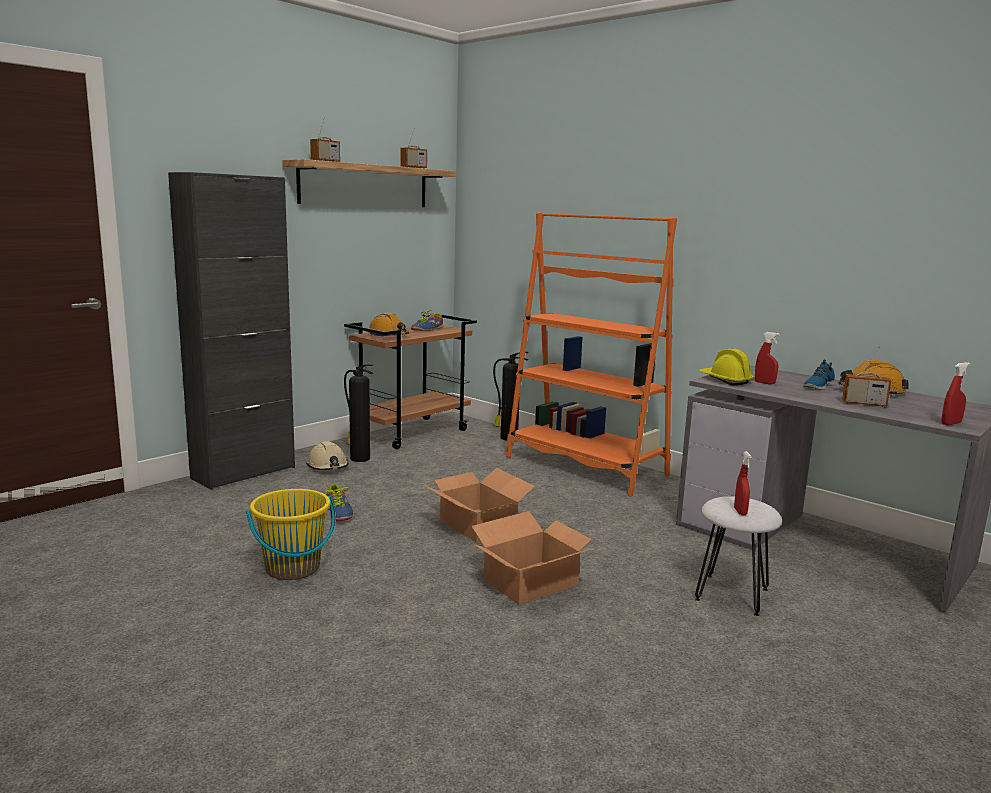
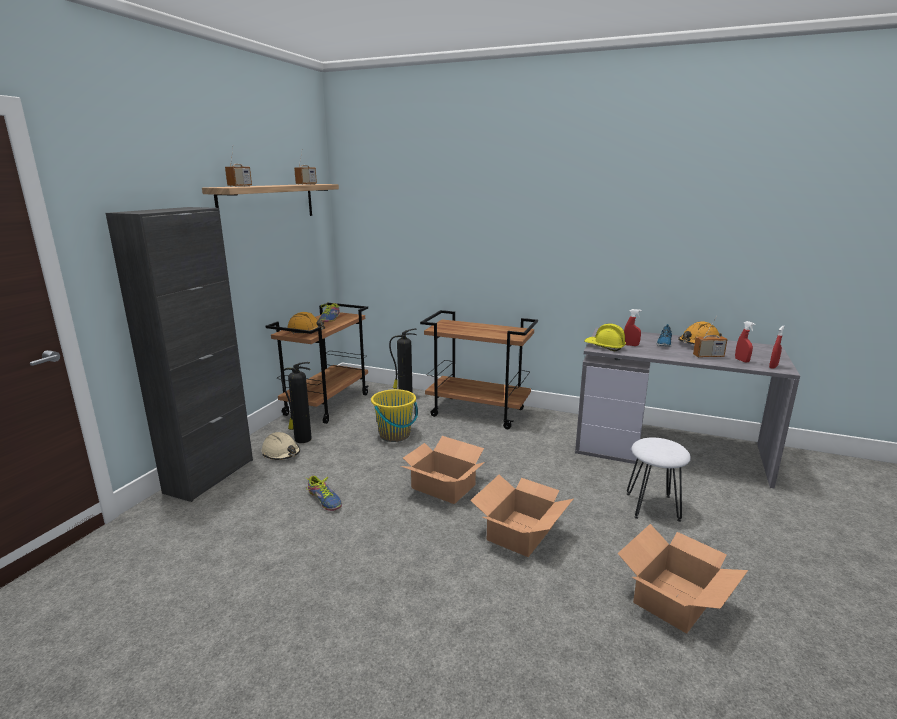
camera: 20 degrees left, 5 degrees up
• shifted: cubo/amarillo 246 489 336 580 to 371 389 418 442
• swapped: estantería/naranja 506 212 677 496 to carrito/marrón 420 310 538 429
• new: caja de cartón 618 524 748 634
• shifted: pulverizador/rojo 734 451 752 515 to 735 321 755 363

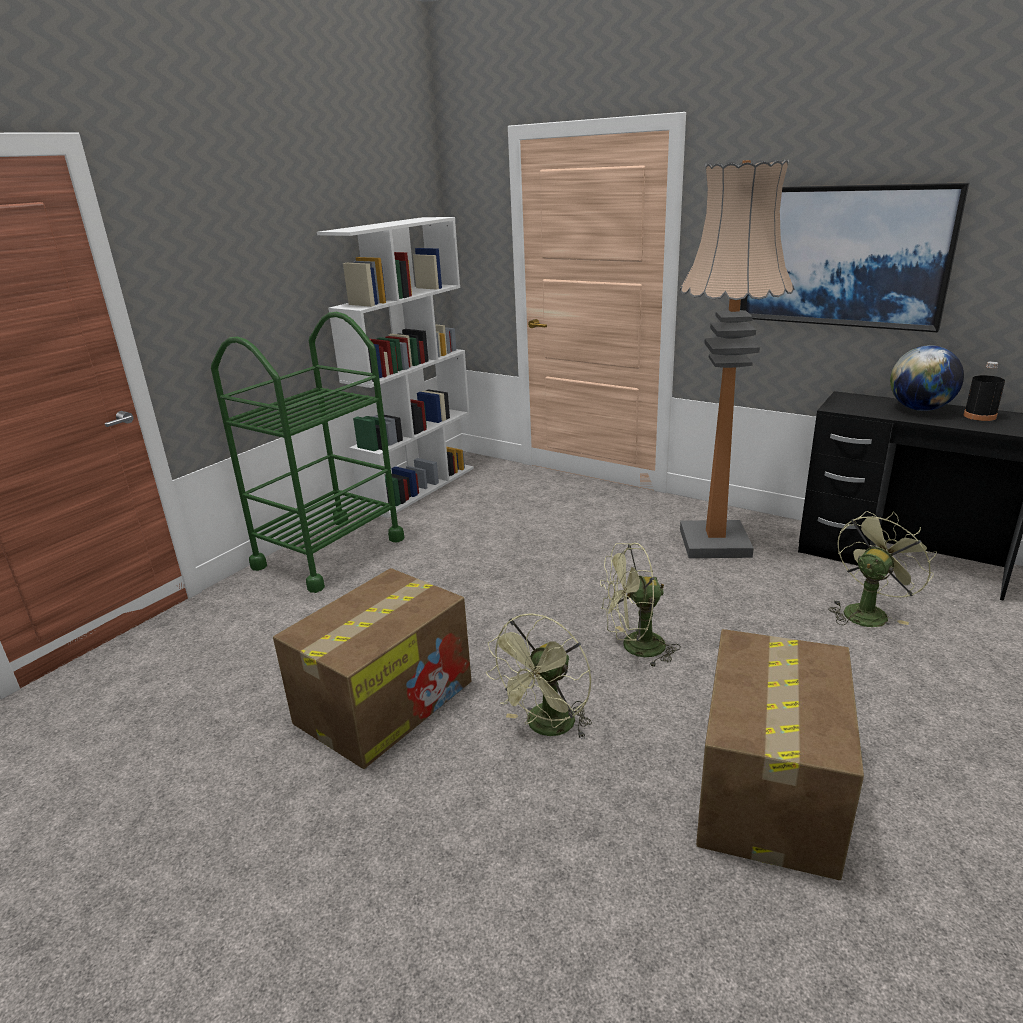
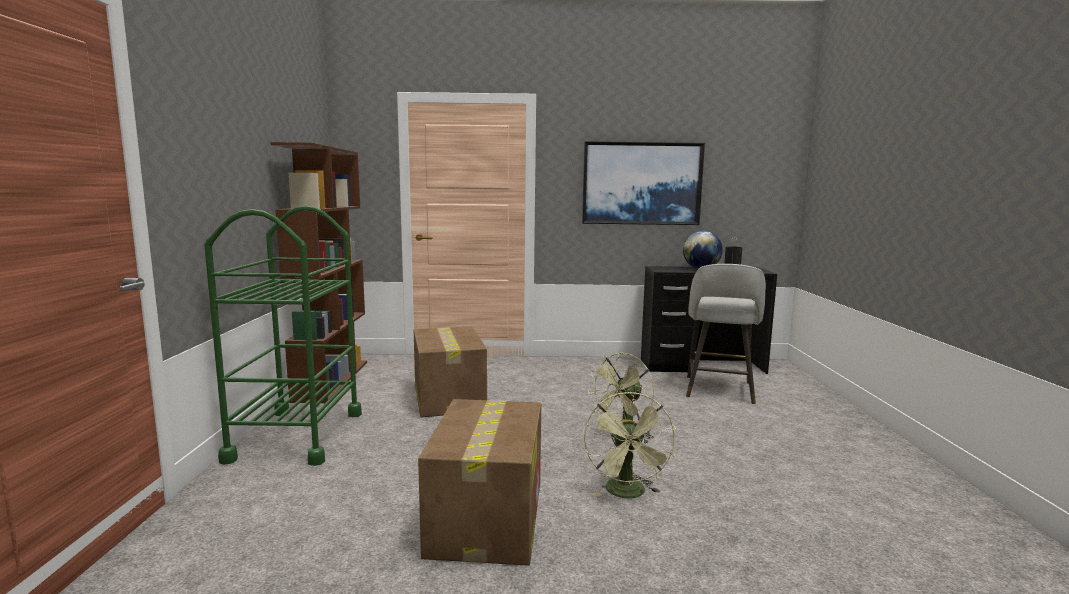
camera: 35 degrees left, 15 degrees down
• repainted: estantería/blanco 317 217 474 518 to estantería/marrón 271 142 367 403
• shifted: caja de cartón 696 629 864 880 to 414 326 487 418
• swapped: ventilador/verde 828 511 937 627 to taburete/gris 686 264 766 405
• gone: lámpara de pie 680 160 795 558

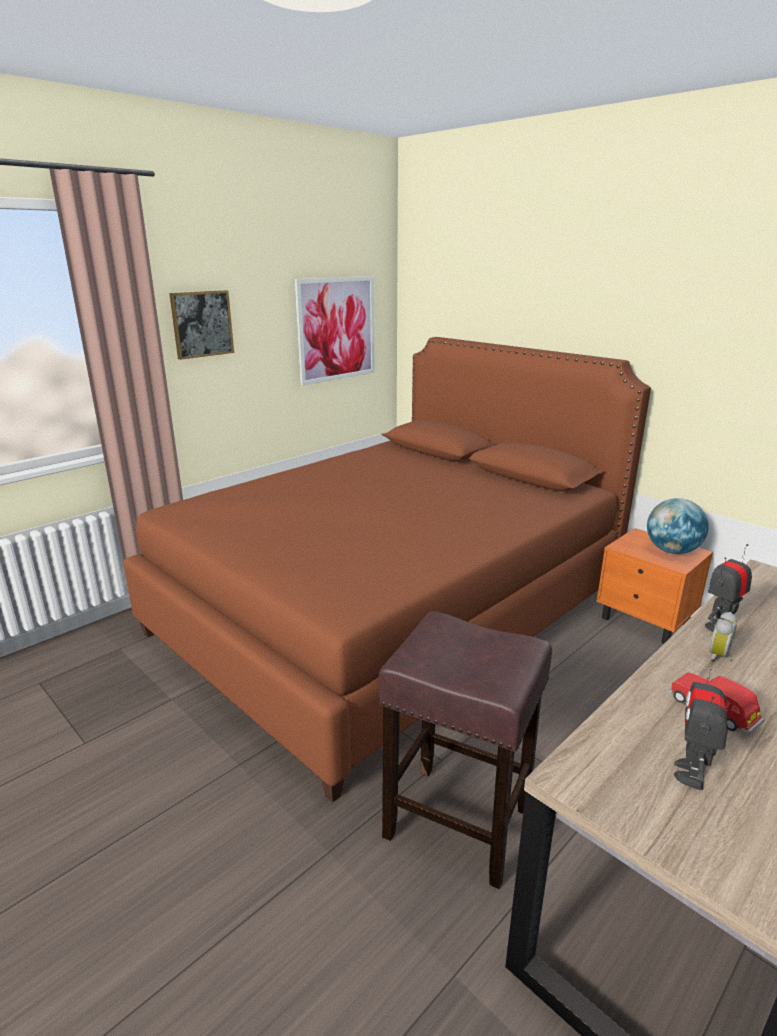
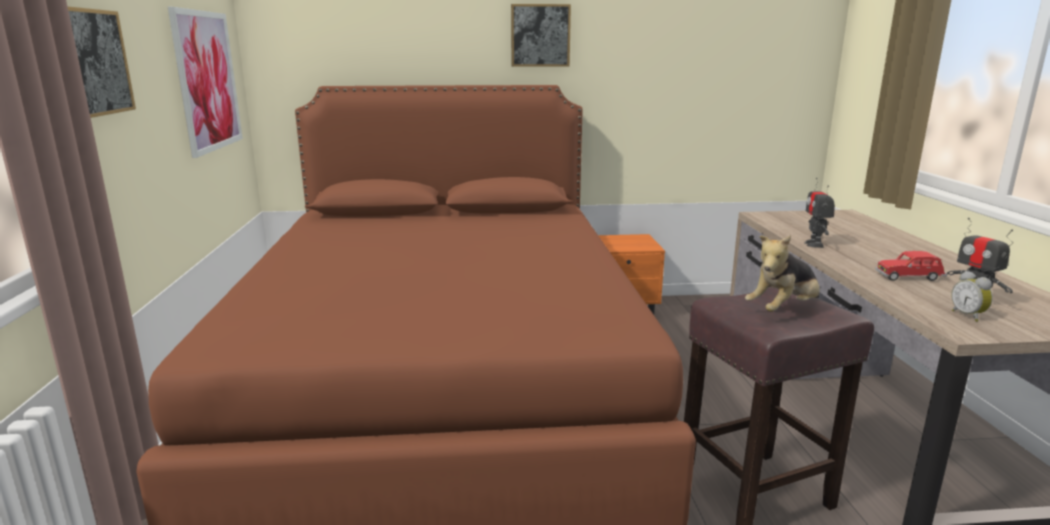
camera: 50 degrees left, 5 degrees down
• new: cuadro 511 4 571 67
• new: peluche 745 235 820 312
• shifted: despertador 709 612 737 663 to 951 271 993 322
• gone: globo terráqueo 647 498 709 554

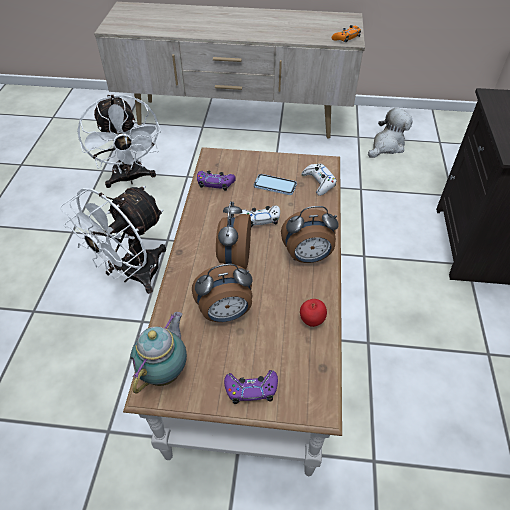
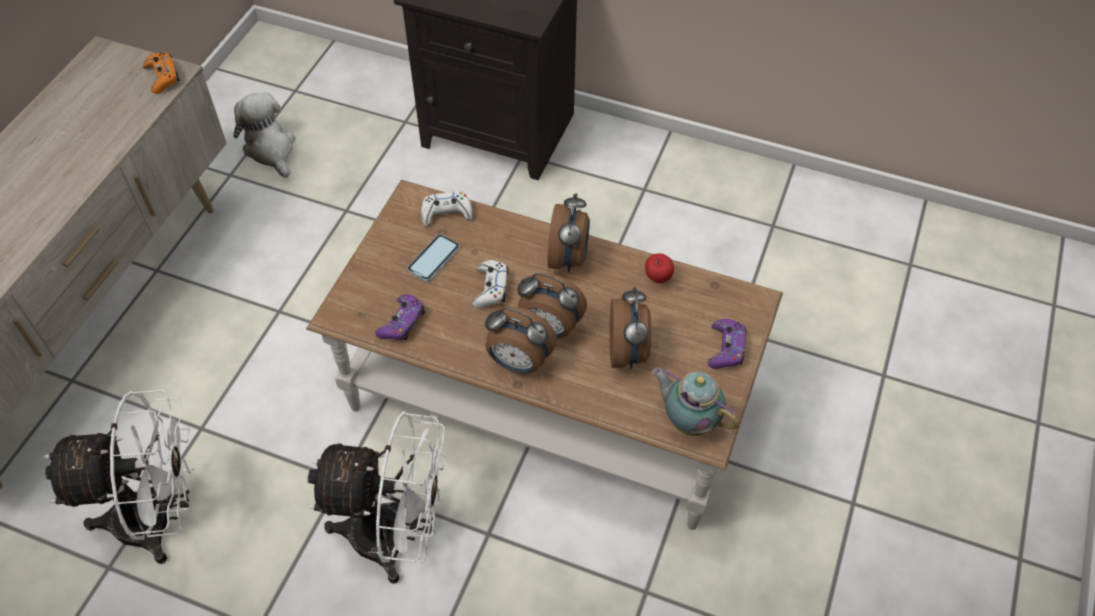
camera: 75 degrees left, 5 degrees up
• rotated: ventilador/blanco 60 186 166 294 = 308 411 446 584 45 degrees counterclockwise
• new: despertador 485 307 557 373

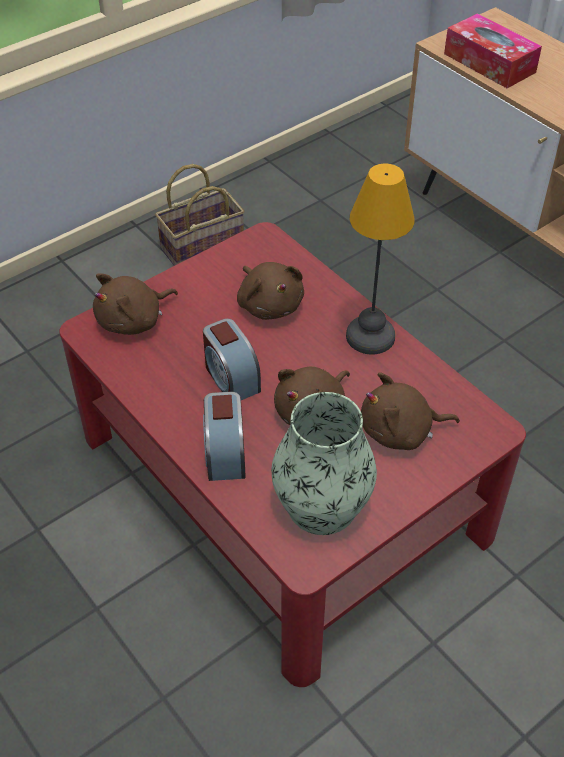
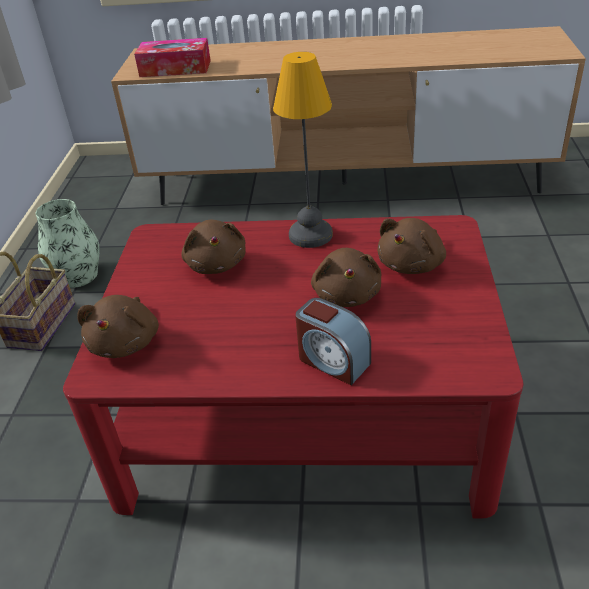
camera: 45 degrees left, 10 degrees down
• shifted: florero 271 392 377 535 to 35 199 99 288
• rotated: peluche/marrón 237 262 304 320 = 182 220 246 274 60 degrees clockwise
• gone: despertador 203 319 261 400

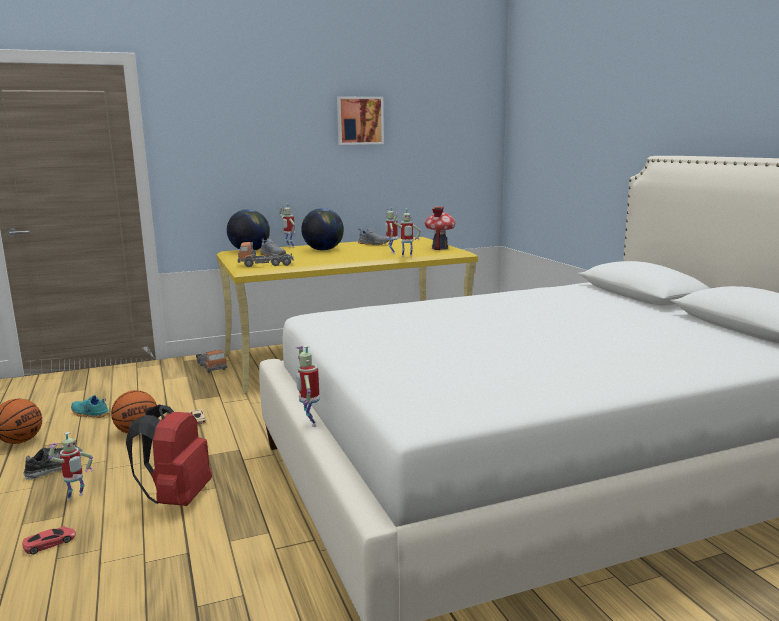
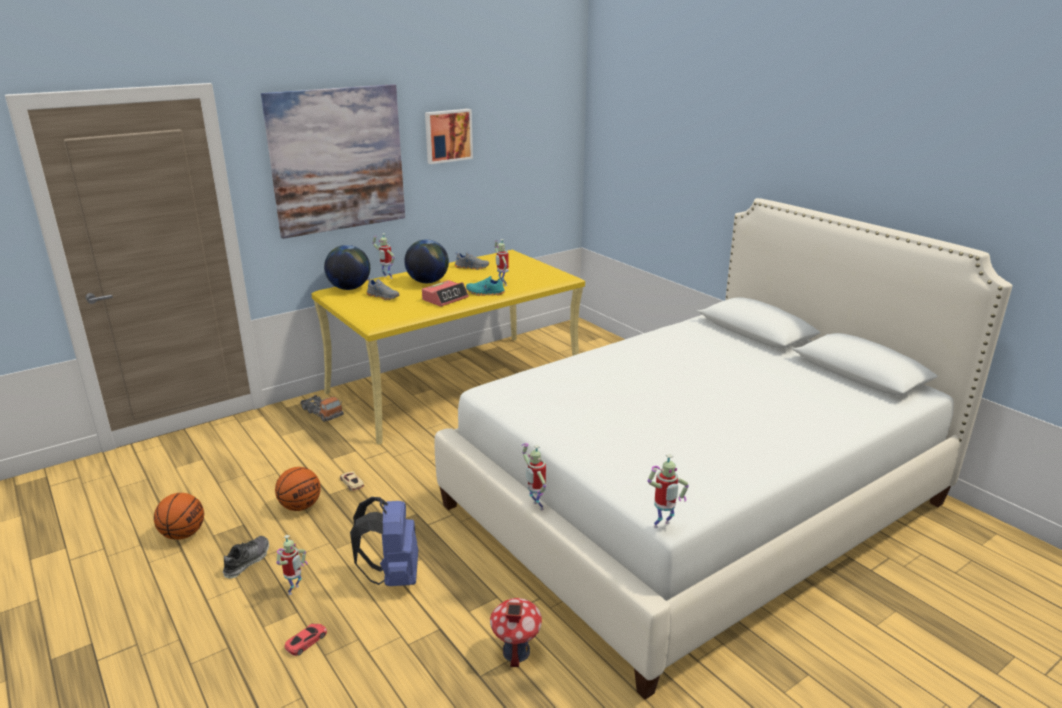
camera: 15 degrees left, 10 degrees up
• new: cuadro 261 84 405 239
• repainted: mochila/rojo 126 404 212 506 to mochila/azul 350 497 418 586
• new: despertador 422 280 469 307
• shifted: zapato/turquesa 71 395 110 418 to 466 276 505 296
• shifted: casita 424 207 455 250 to 490 598 542 667
• shifted: robot de juguete 393 209 421 257 to 648 454 689 528
• gone: camión de juguete 237 242 294 267

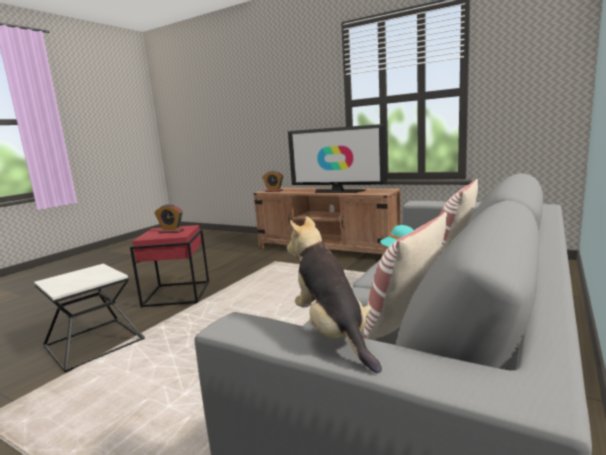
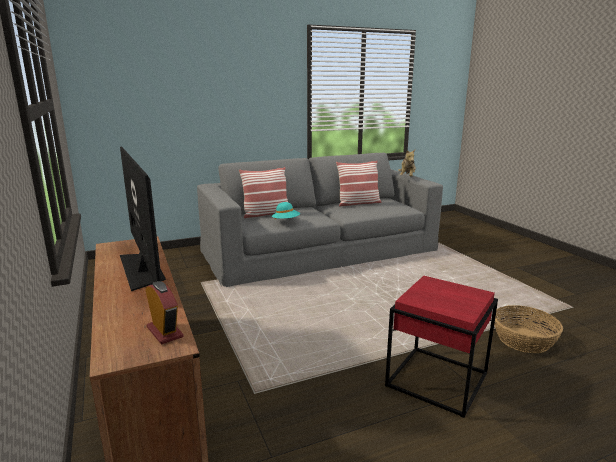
camera: 145 degrees left, 5 degrees up
• swapped: mesa auxiliar 34 264 145 373 to cesta 494 305 563 353
• gone: despertador 154 204 184 233

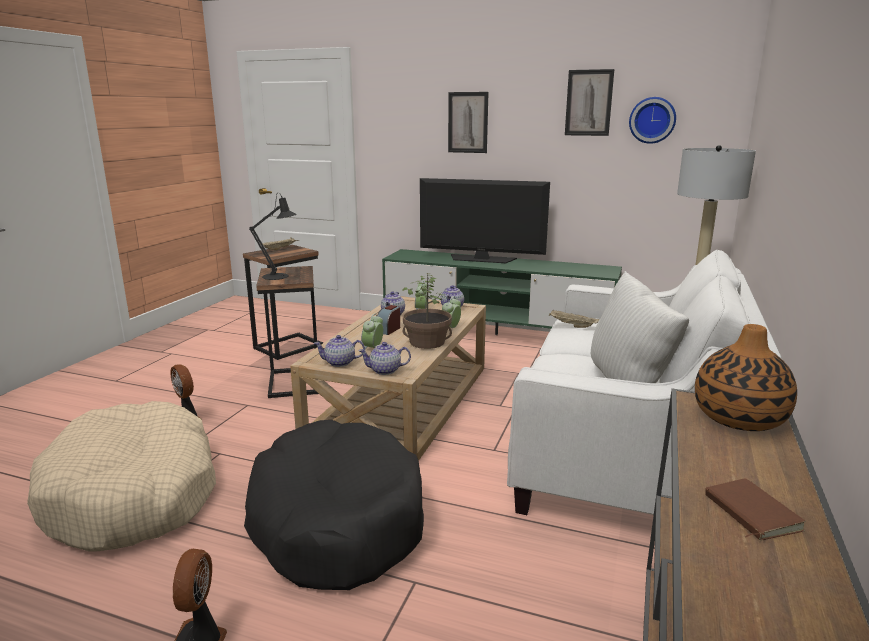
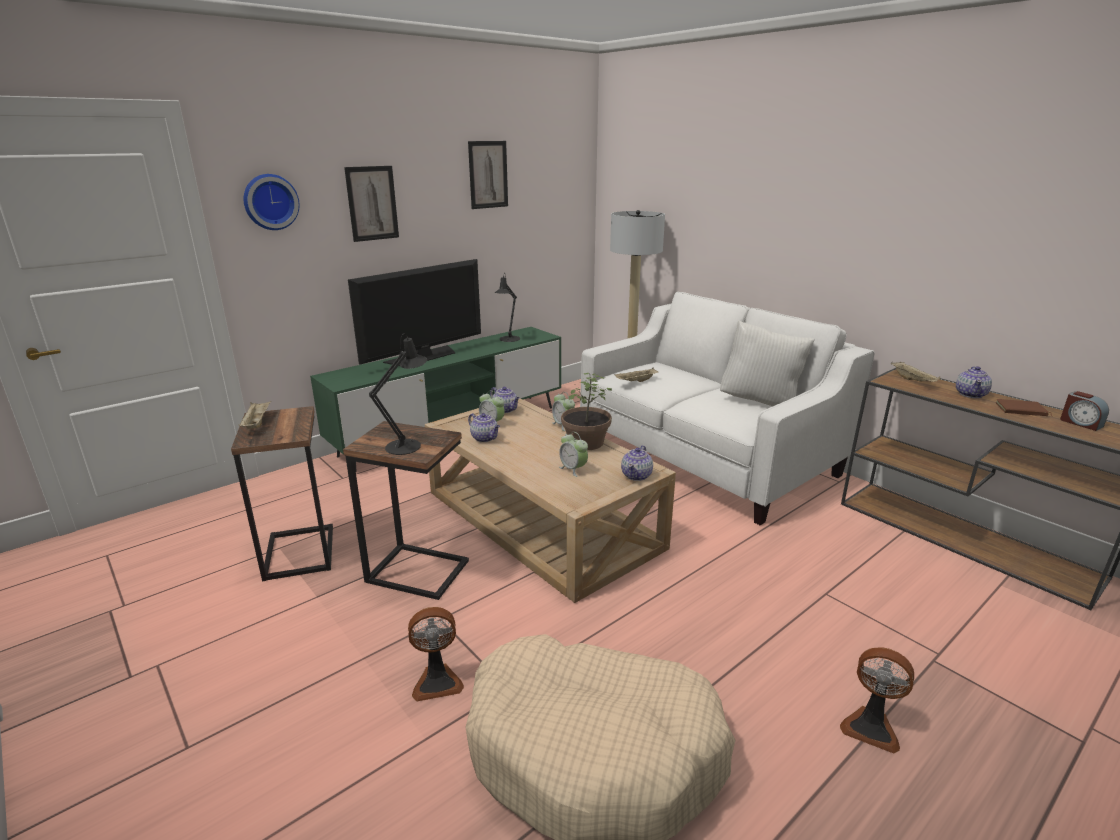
camera: 60 degrees left, 5 degrees up
• shifted: reloj de pared 629 97 676 144 to 244 174 300 230
• new: lámpara de mesa/negro 495 275 520 342
• swapped: florero 695 324 797 431 to bandeja/beis 891 362 940 382
• shifted: tetera 313 335 365 367 to 956 366 992 398
• shifted: despertador 377 305 400 335 to 1060 391 1109 431
• gone: cama para perro/negro 244 420 424 590

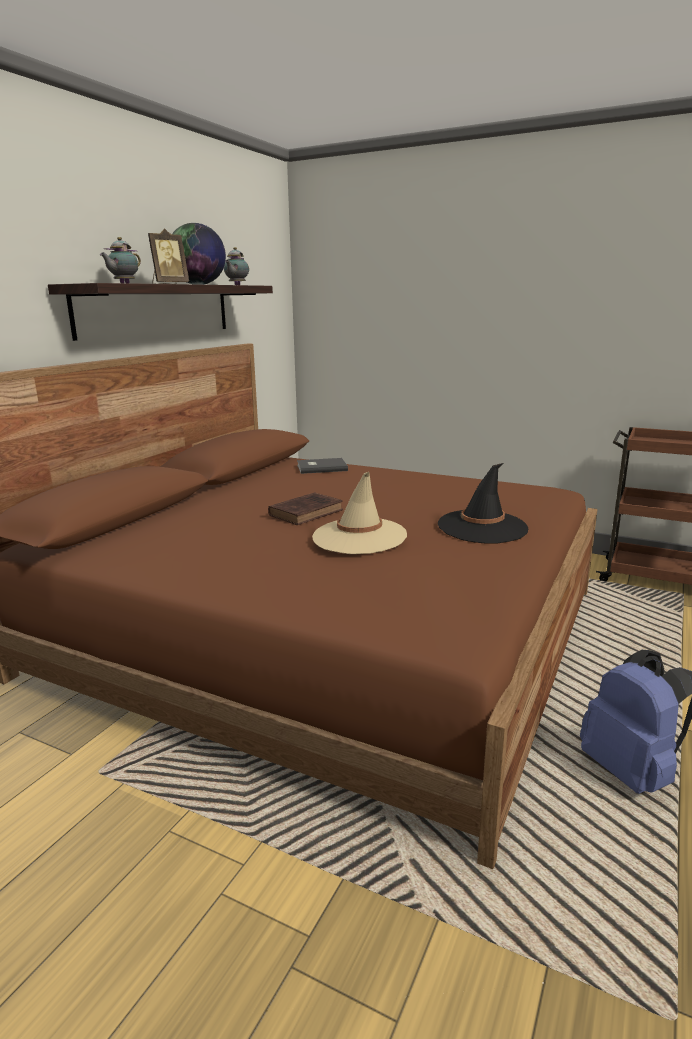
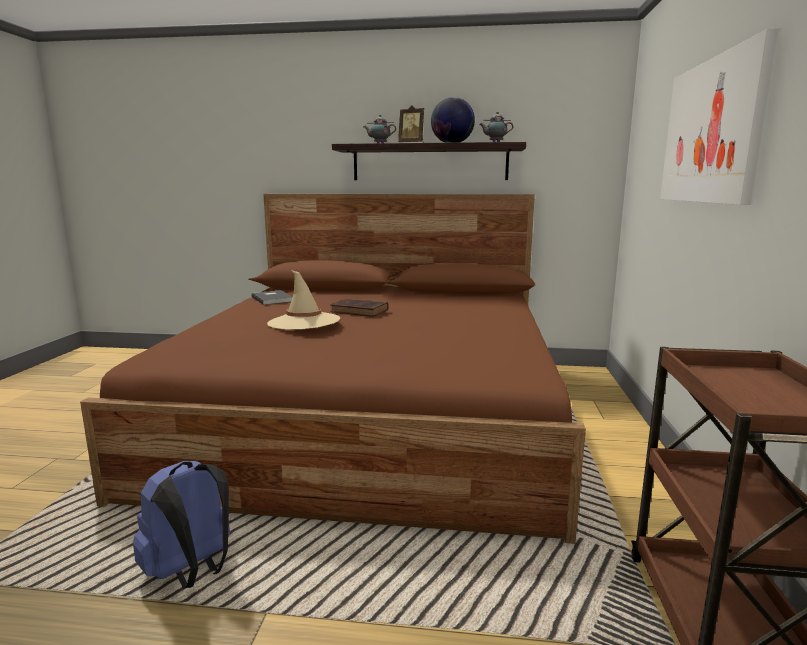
camera: 70 degrees right, 5 degrees down
• shifted: libro/gris 297 458 348 474 to 252 290 293 305
• new: cuadro 660 28 778 205
• gone: sombrero/negro 438 463 528 544

